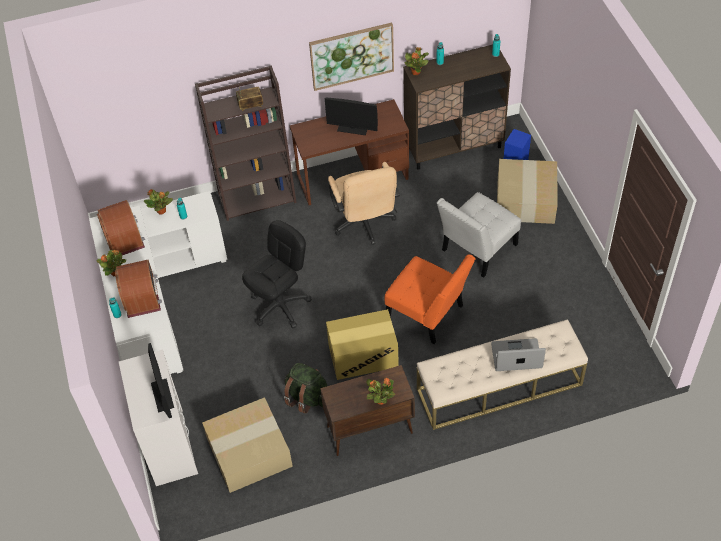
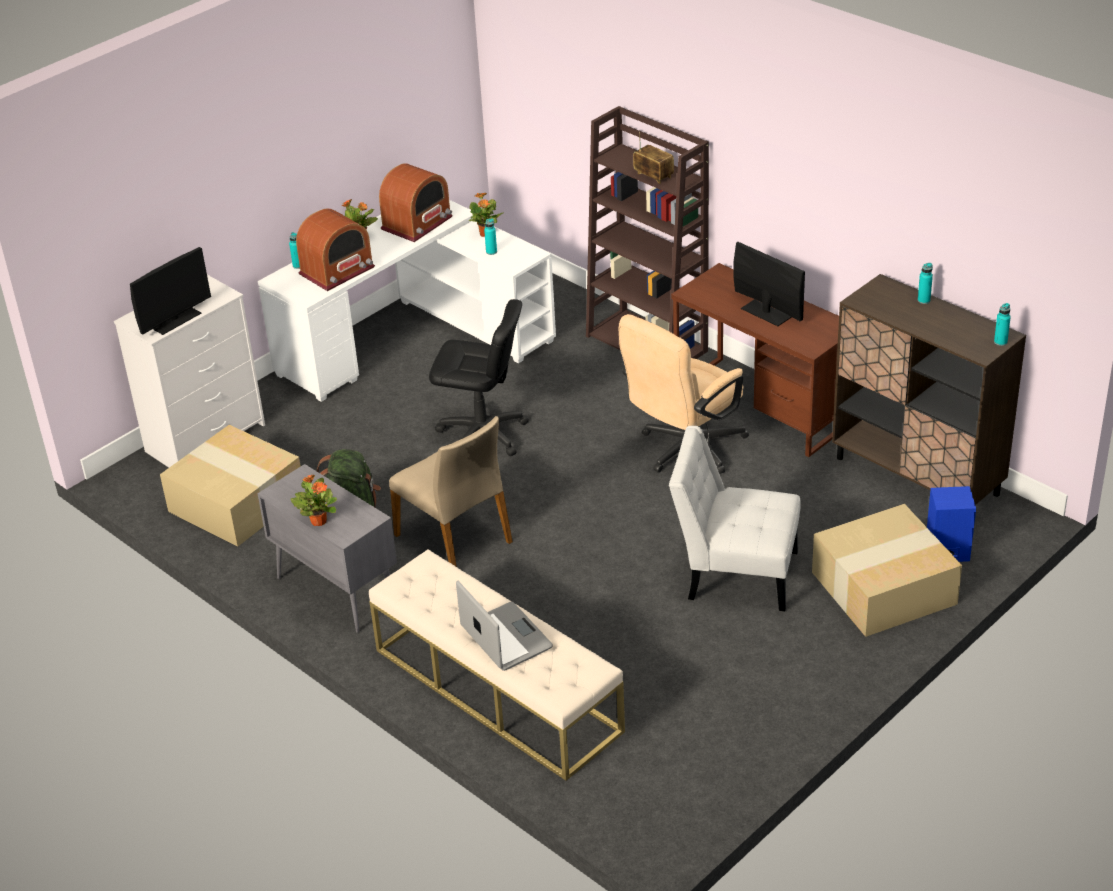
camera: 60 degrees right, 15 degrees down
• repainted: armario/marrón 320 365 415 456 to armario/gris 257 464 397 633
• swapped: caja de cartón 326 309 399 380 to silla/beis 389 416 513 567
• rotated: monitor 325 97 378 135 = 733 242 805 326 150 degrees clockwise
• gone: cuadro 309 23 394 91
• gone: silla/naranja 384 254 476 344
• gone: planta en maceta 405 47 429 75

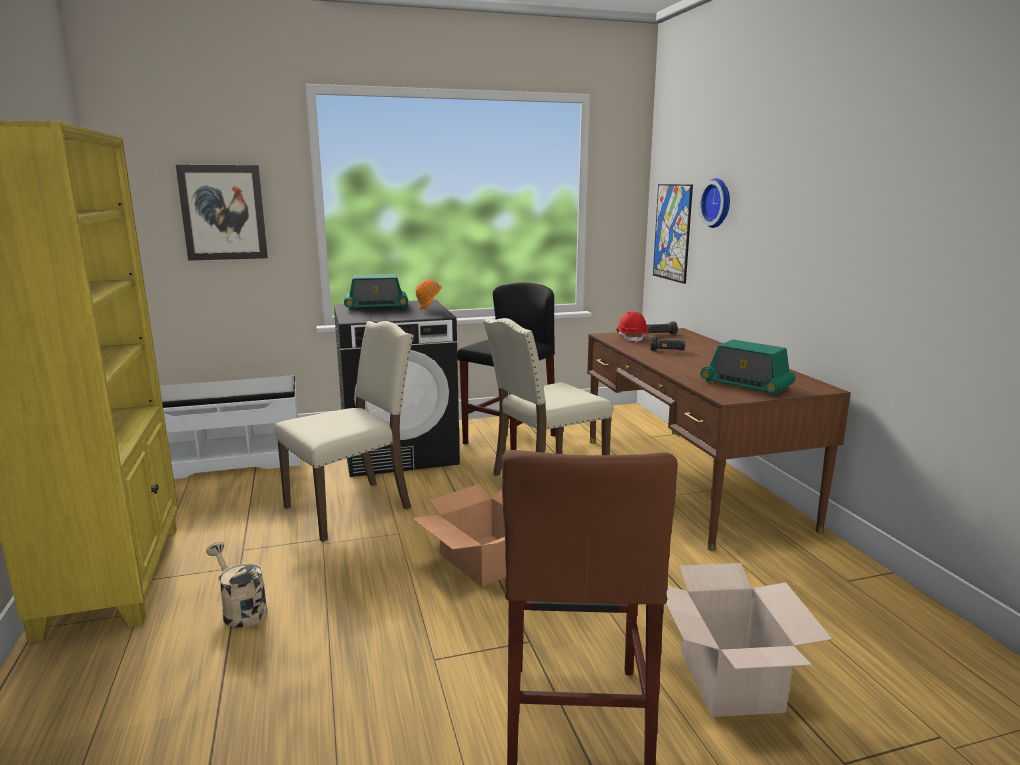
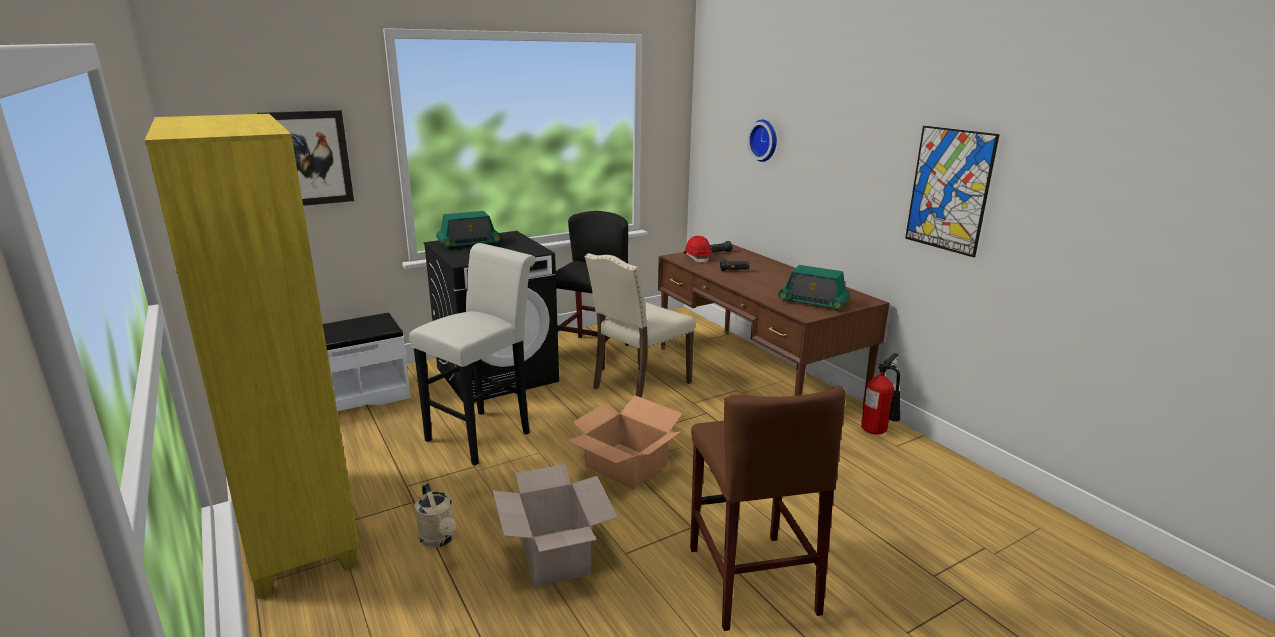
camera: 15 degrees left, 5 degrees up
• swapped: silla/beis 274 321 414 542 to taburete/blanco 409 243 536 466
• rotated: regadera/beis 206 541 268 627 = 415 483 456 547 150 degrees counterclockwise
• shifted: caja de cartón 666 563 832 717 to 493 464 618 588
• new: extintor 861 353 901 435
• shifted: cuadro 653 184 693 284 to 905 126 1000 257
• gone: casco/naranja 416 279 442 310

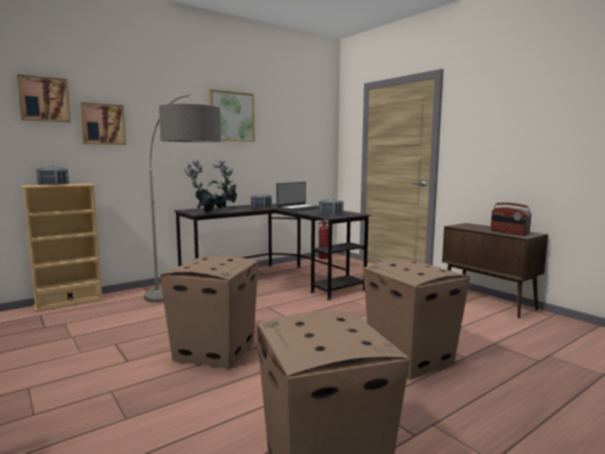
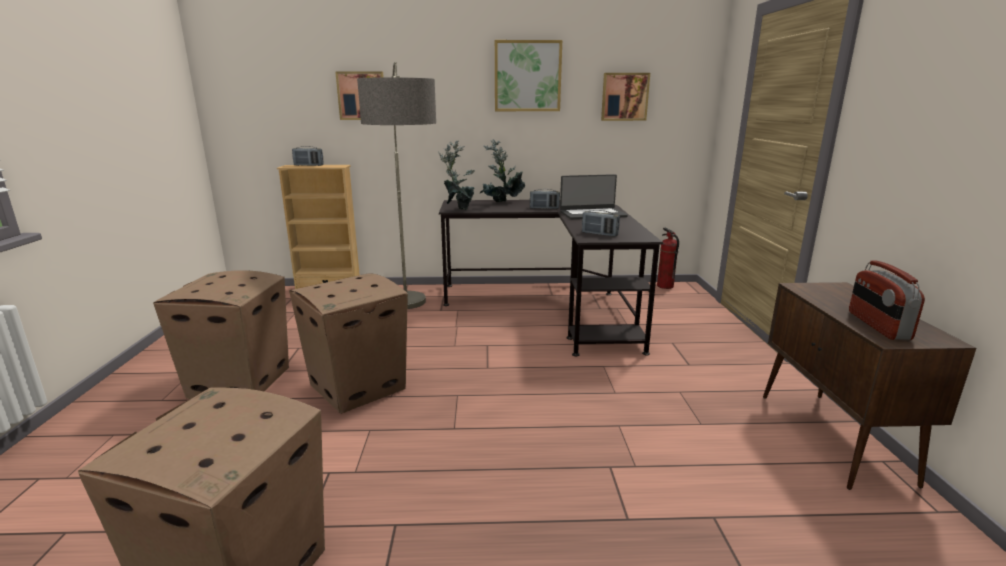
camera: 35 degrees right, 10 degrees up
• shifted: caja de cartón 363 259 470 379 to 153 270 289 399
• shifted: cuadro 17 74 71 123 to 601 73 650 121

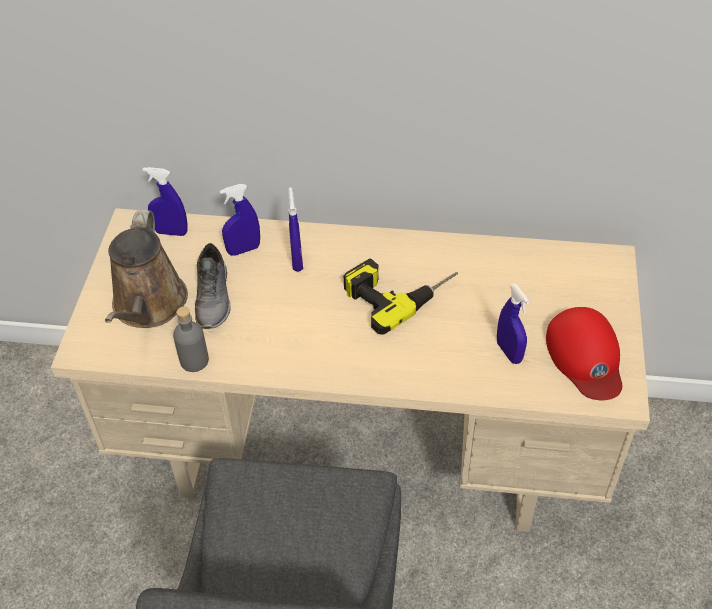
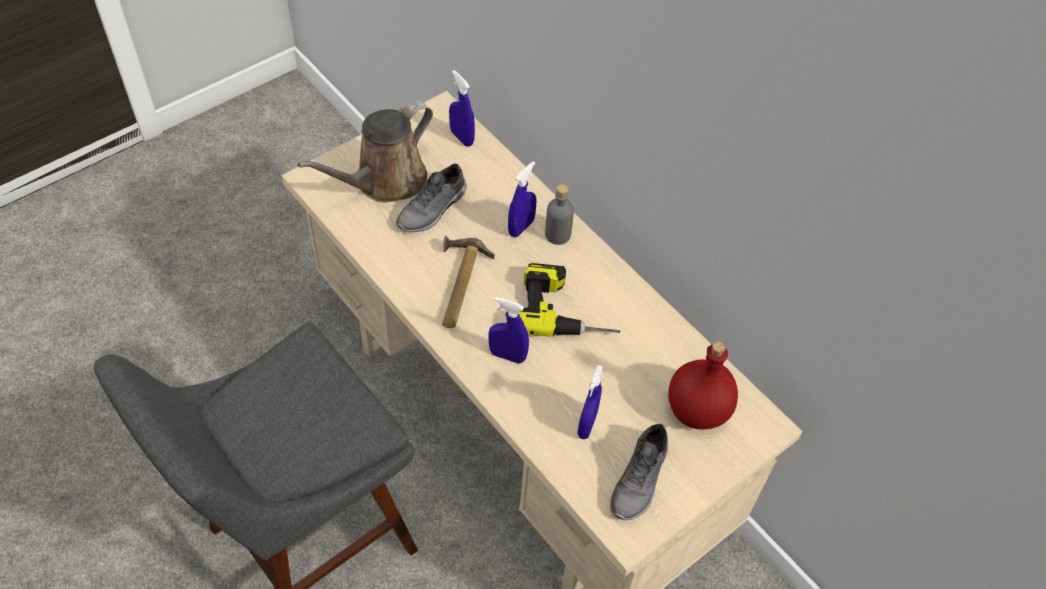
camera: 40 degrees right, 5 degrees up
• new: martillo 442 236 495 328
• shifted: pulverizador/azul 220 184 260 256 to 488 297 529 364
• shifted: botella/gris 173 307 209 372 to 545 184 574 245
• swapped: gorra/rojo 546 307 622 400 to zapato/gris 610 424 668 520
• new: botella/rojo 669 341 738 430

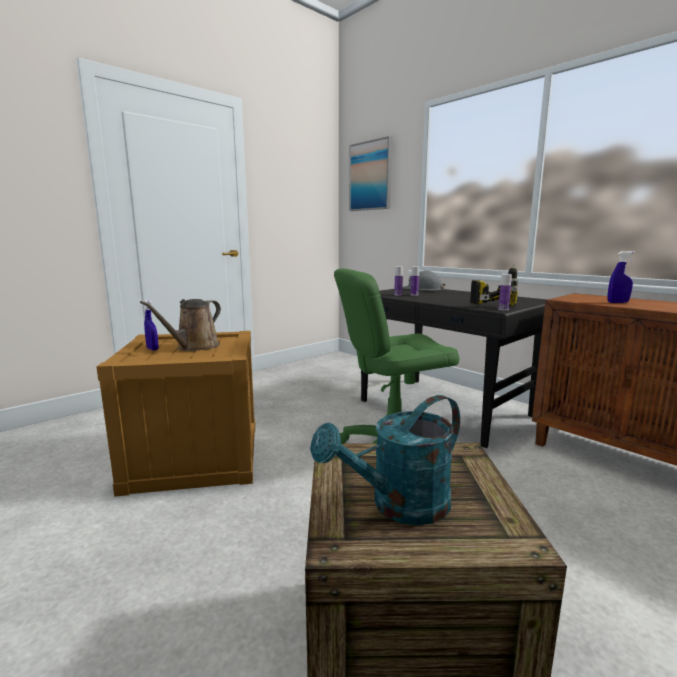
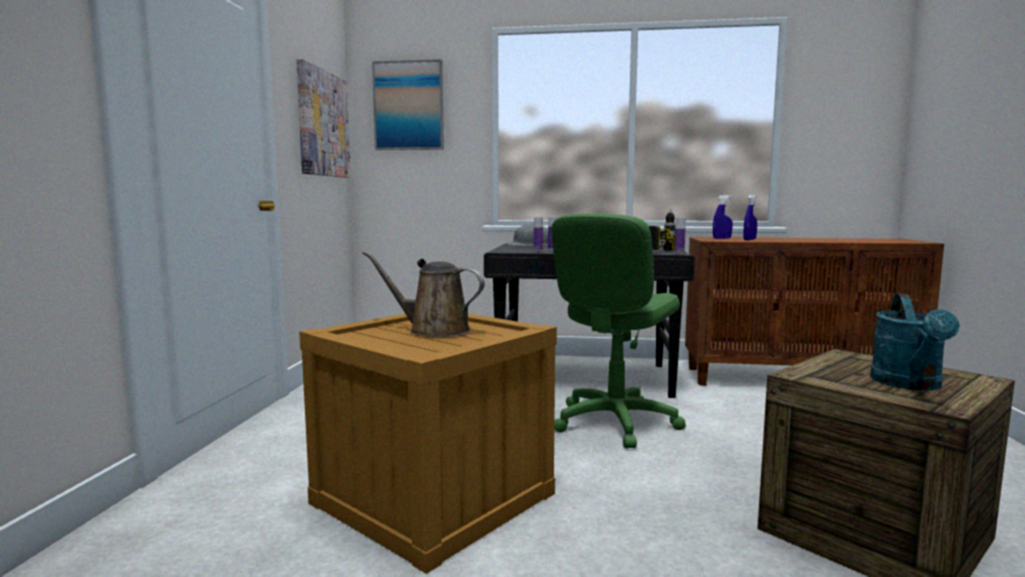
camera: 40 degrees left, 5 degrees down
• new: cuadro 296 59 351 178
• rotated: regadera/marrón 140 299 221 351 = 362 251 485 337 120 degrees clockwise
• shifted: pulverizador/azul 144 299 159 350 to 713 195 733 239

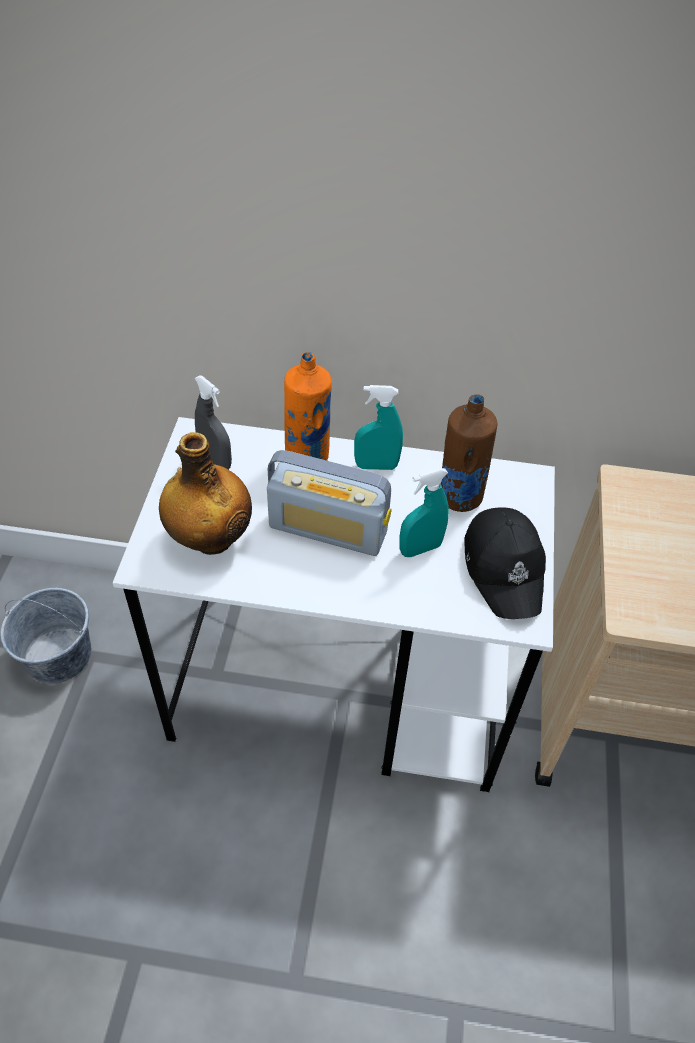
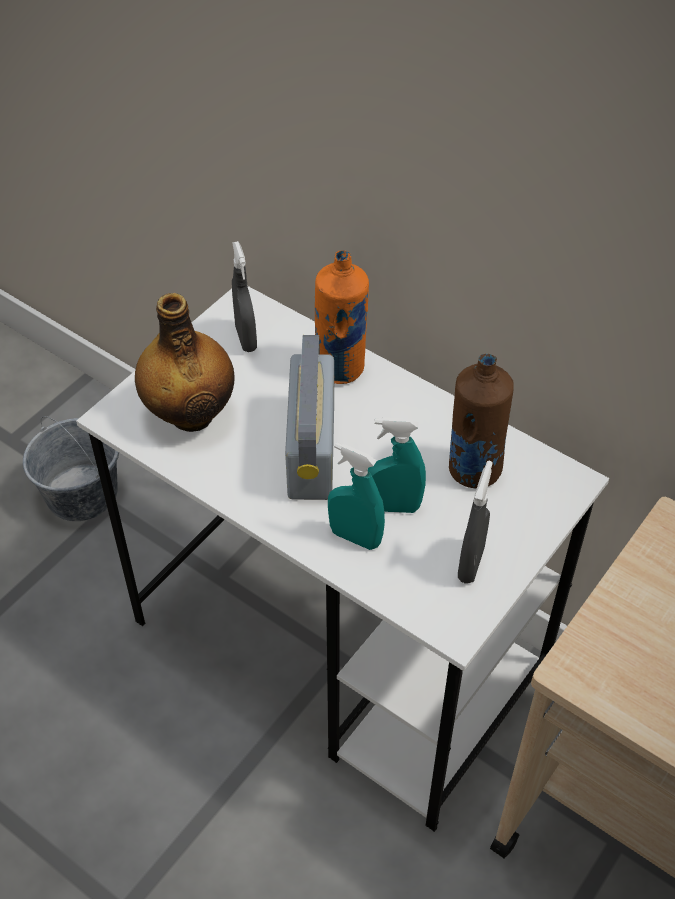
camera: 30 degrees right, 0 degrees up
• rotated: radio 267 450 391 556 = 285 335 334 500 45 degrees clockwise
• shifted: pulverizador/turquesa 354 385 403 470 to 328 442 385 550
• swapped: gorra/negro 464 507 546 619 to pulverizador/gris 458 461 493 584

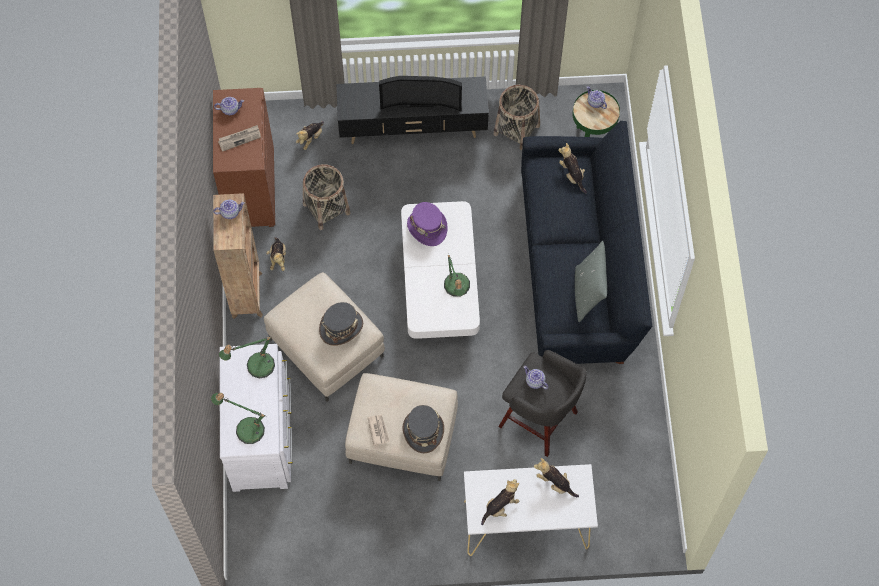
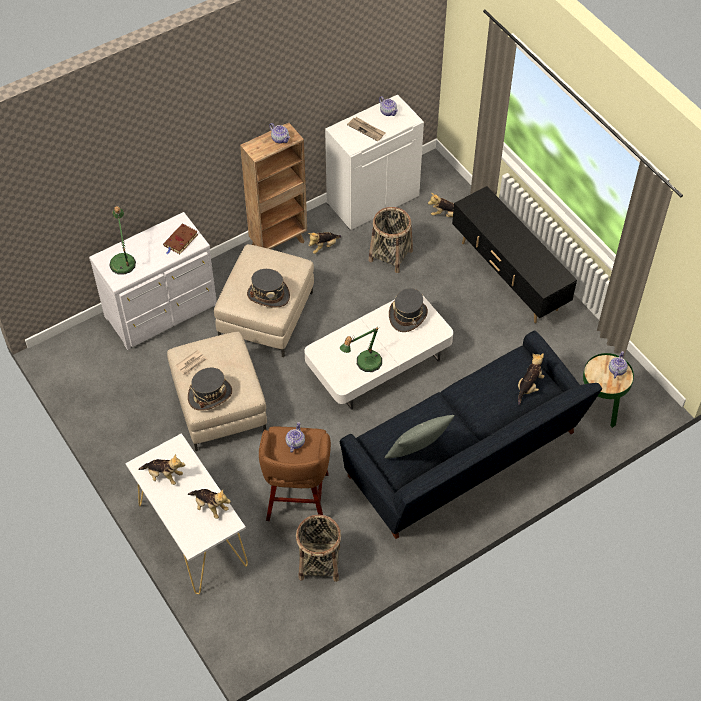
camera: 60 degrees right, 10 degrees down
• swapped: lámpara de mesa 219 337 275 379 to libro/marrón 163 224 198 254
• rotated: peluche 534 458 579 497 = 188 489 231 519 120 degrees clockwise
• repainted: taburete/gris 498 350 587 457 to taburete/marrón 259 427 331 521
• shifted: cesta 493 85 540 150 to 296 515 341 582
• repainted: armario/marrón 213 88 275 227 to armario/blanco 325 95 424 230
• repainted: sombrero/morado 407 202 448 246 to sombrero/gris 389 288 428 332
• gone: televisor 379 76 462 111

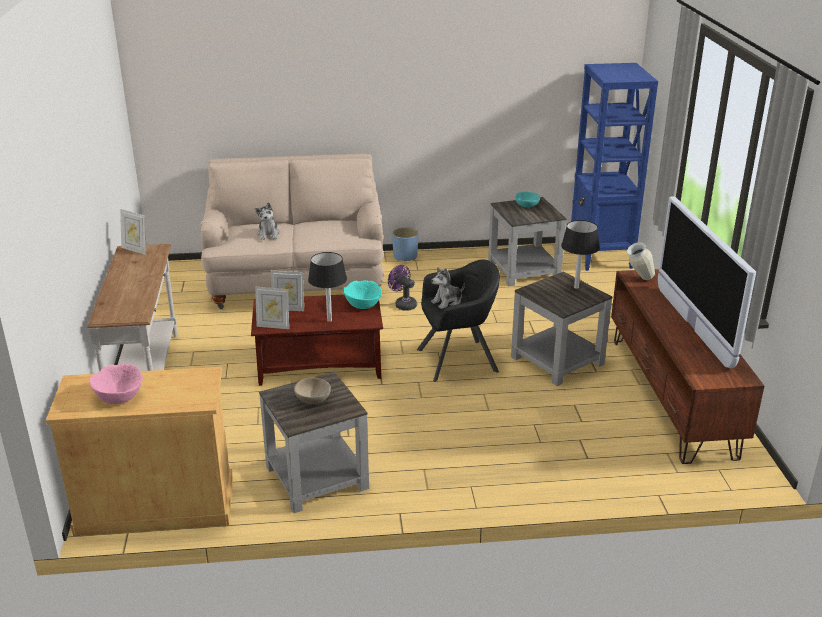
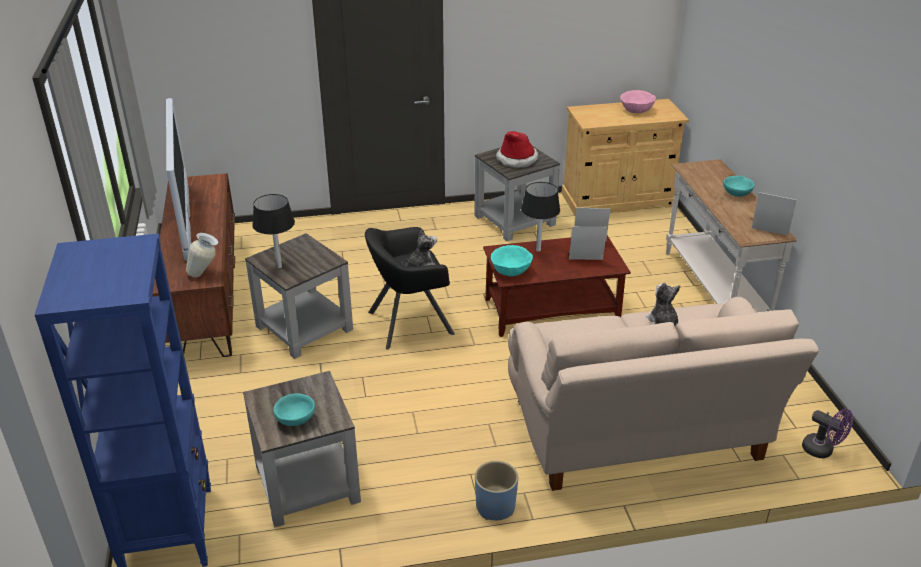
camera: 175 degrees right, 5 degrees up
• swapped: cuenco/beis 294 377 331 404 to sombrero 496 131 538 167
• new: cuenco/turquesa 723 176 755 197
• shifted: ventilador/morado 388 265 417 311 to 802 409 853 458

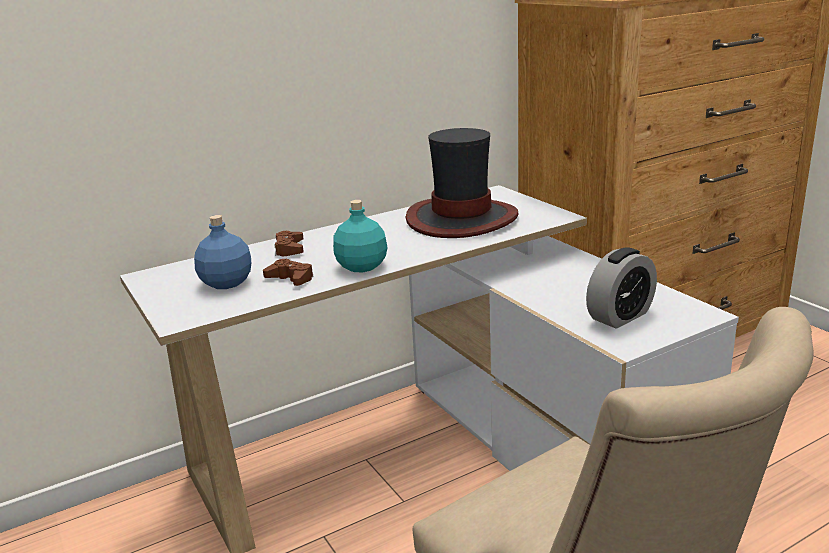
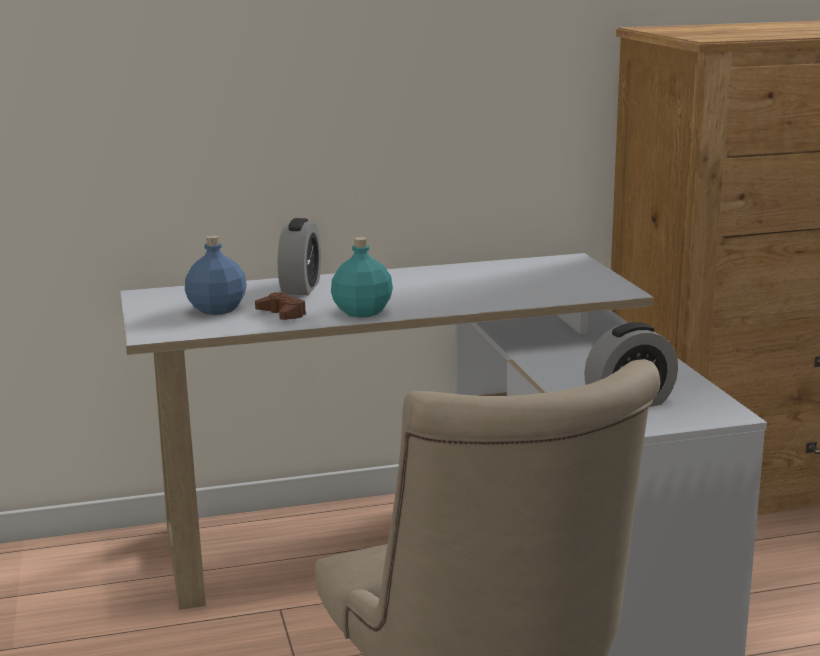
camera: 15 degrees right, 5 degrees down
• swapped: mando de consola/marrón 275 231 304 256 to despertador 278 218 321 295
• gone: sombrero 406 128 519 238

